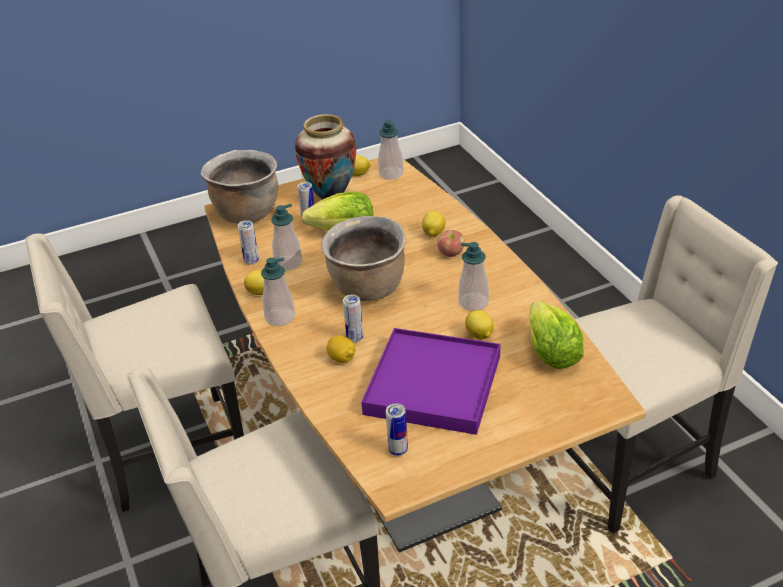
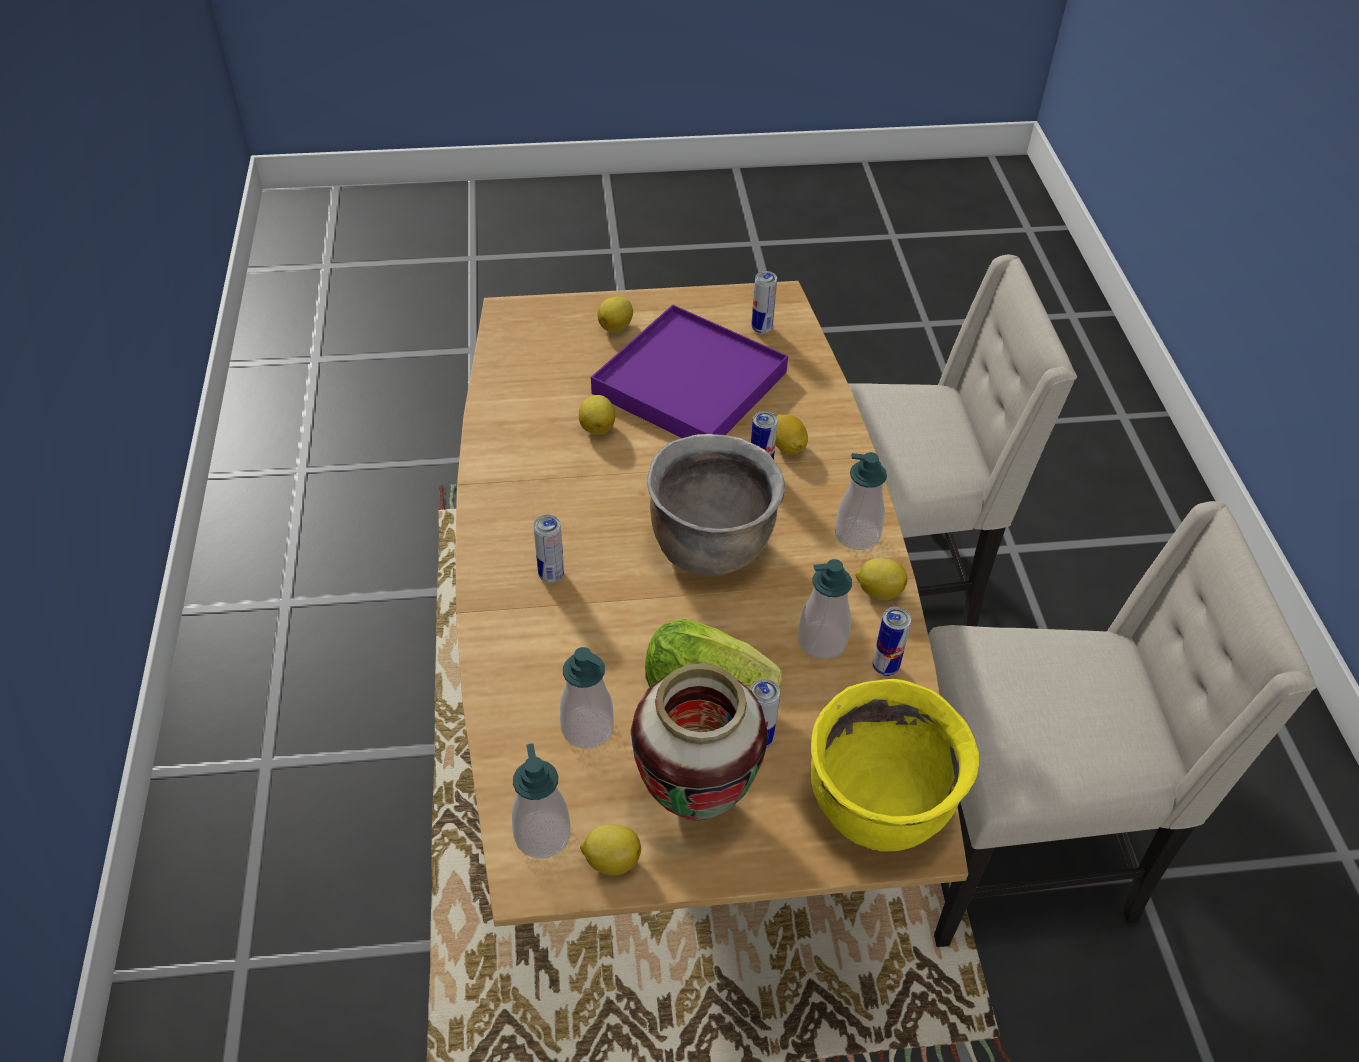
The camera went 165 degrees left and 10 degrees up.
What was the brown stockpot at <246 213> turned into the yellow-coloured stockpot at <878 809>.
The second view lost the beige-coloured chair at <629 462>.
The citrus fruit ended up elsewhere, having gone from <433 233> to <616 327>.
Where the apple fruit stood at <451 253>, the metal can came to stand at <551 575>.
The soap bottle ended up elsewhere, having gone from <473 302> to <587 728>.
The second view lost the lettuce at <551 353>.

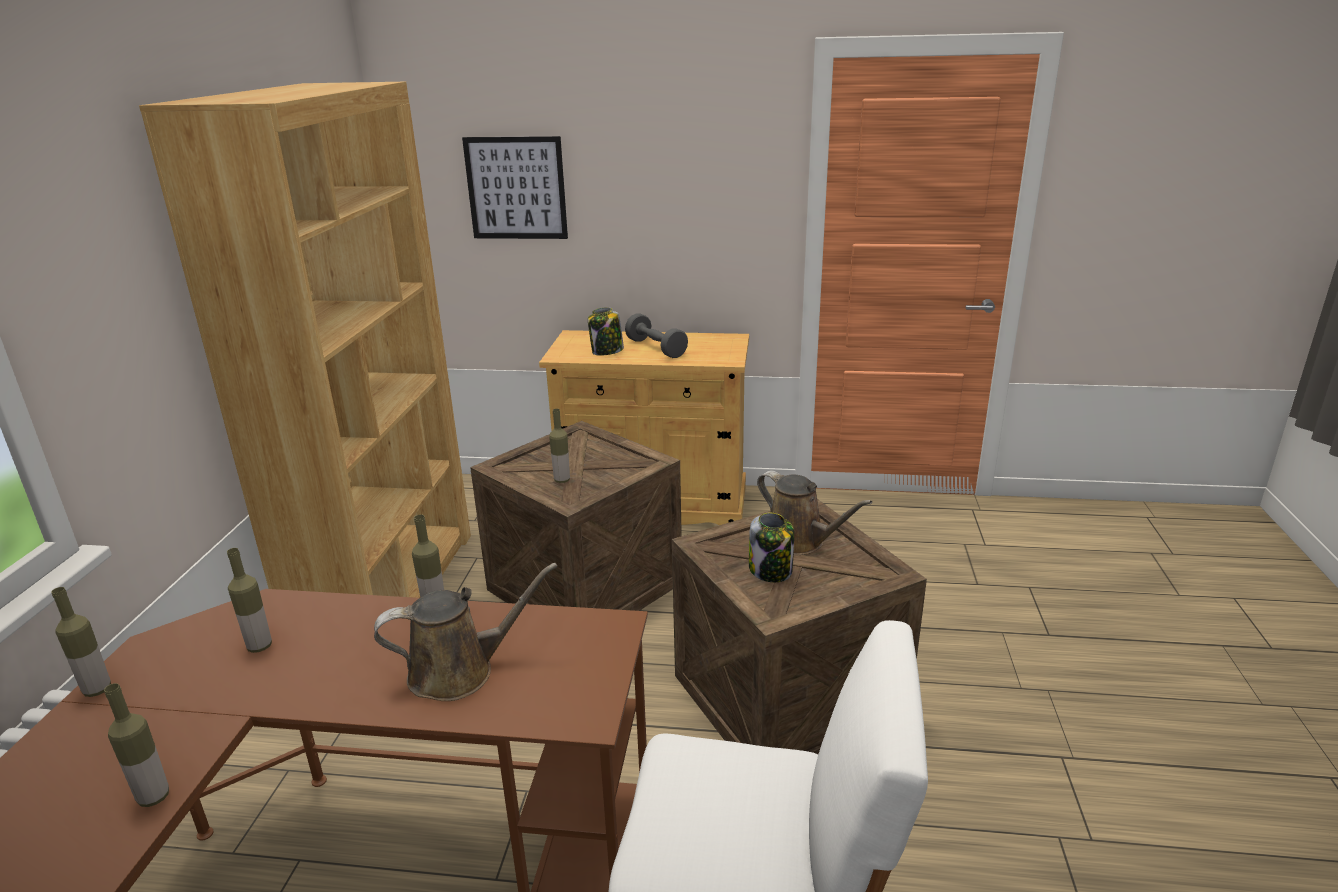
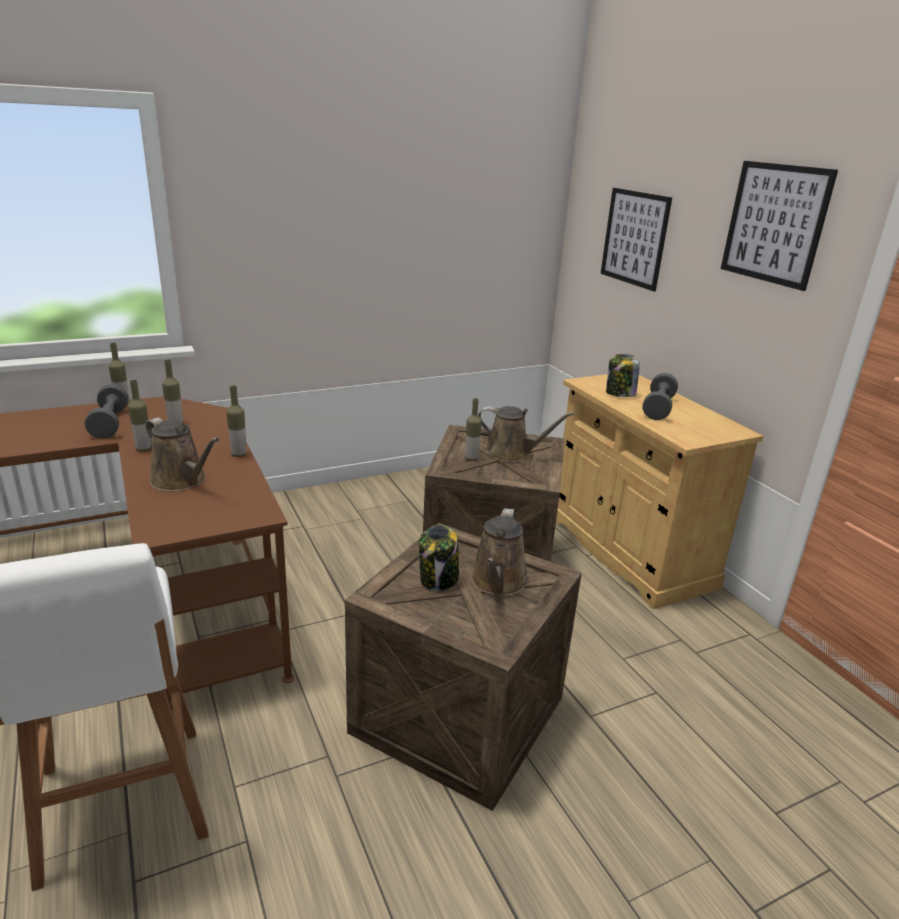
The camera went 55 degrees right and 0 degrees up.
The second view lost the brown shelving unit at <389 590>.
The drink bottle ended up elsewhere, having gone from <153 797> to <143 449>.
The second view gained the wall picture at <774 224>.
The second view gained the greyish free weight at <109 423>.
The second view gained the brown watering pot at <512 454>.

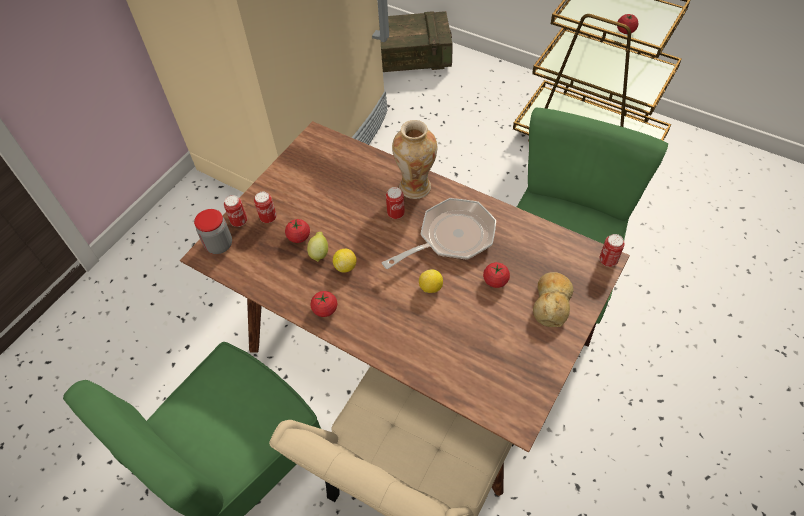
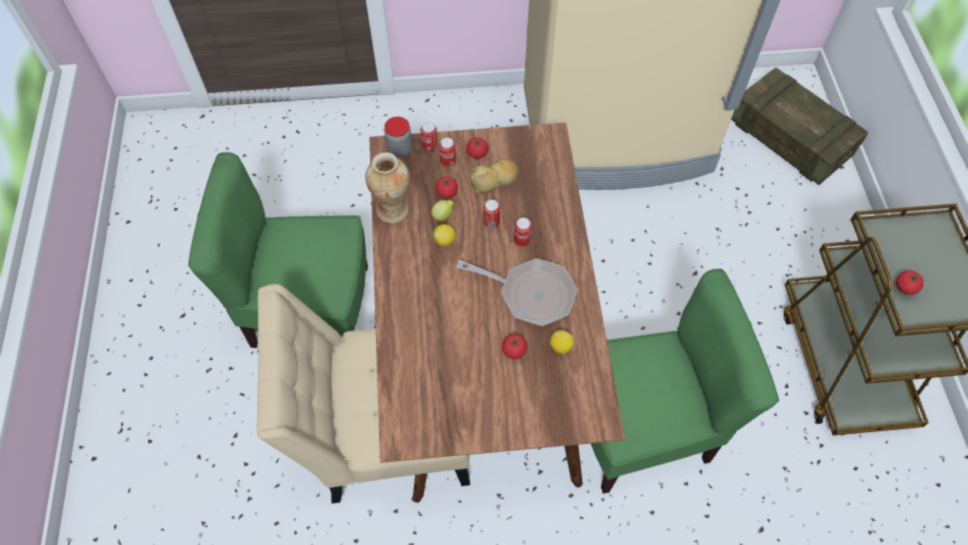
The camera went 50 degrees right and 5 degrees up.
The vase ended up elsewhere, having gone from <415 187> to <392 210>.
The metal can ended up elsewhere, having gone from <608 260> to <491 223>.
The citrus fruit ended up elsewhere, having gone from <430 288> to <560 346>.
The bakery bread ended up elsewhere, having gone from <552 303> to <494 180>.
The fresh tomato ended up elsewhere, having gone from <325 309> to <477 153>.

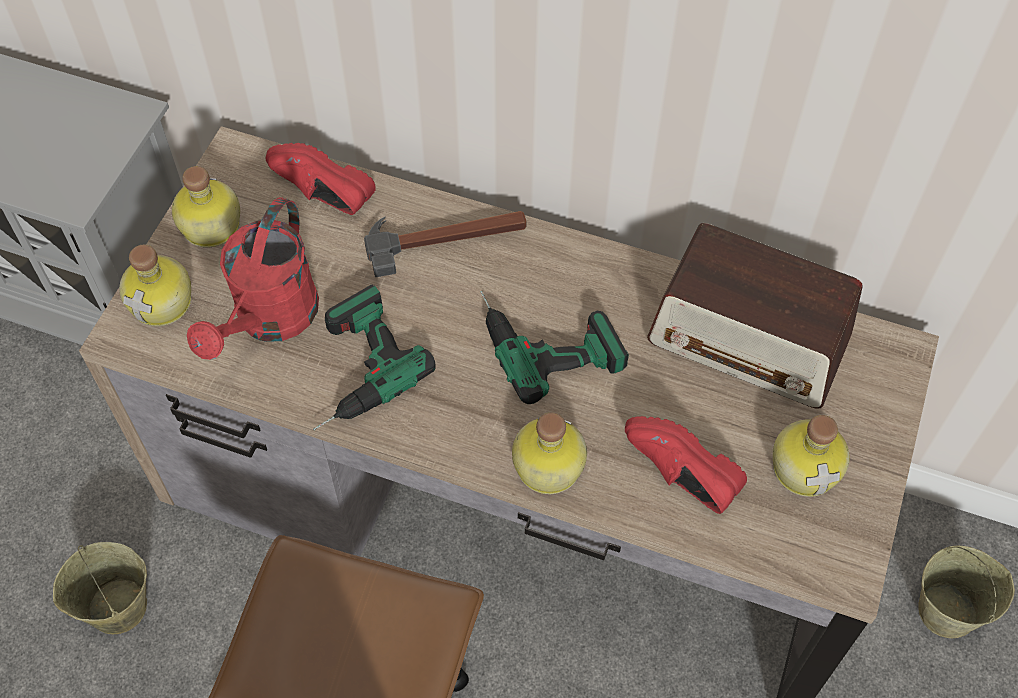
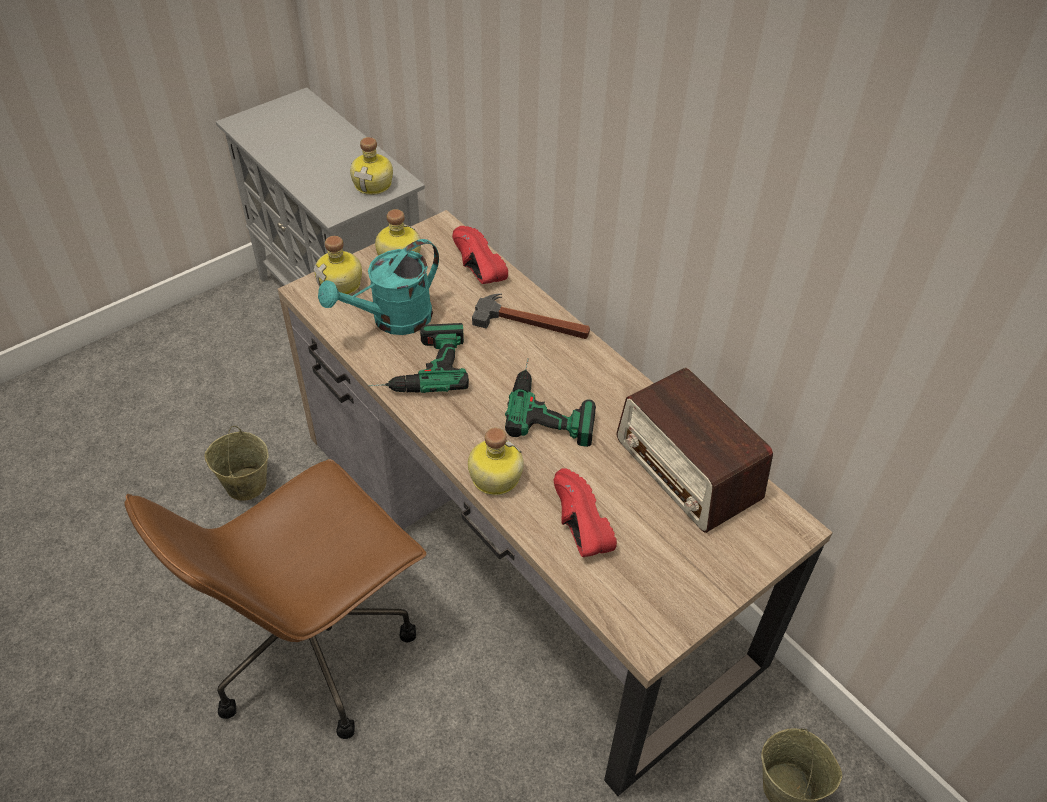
The camera went 30 degrees right and 10 degrees down.
What was the reddish watering pot at <270 321> turned into the turquoise watering pot at <392 320>.
The drink bottle ended up elsewhere, having gone from <806 466> to <374 184>.

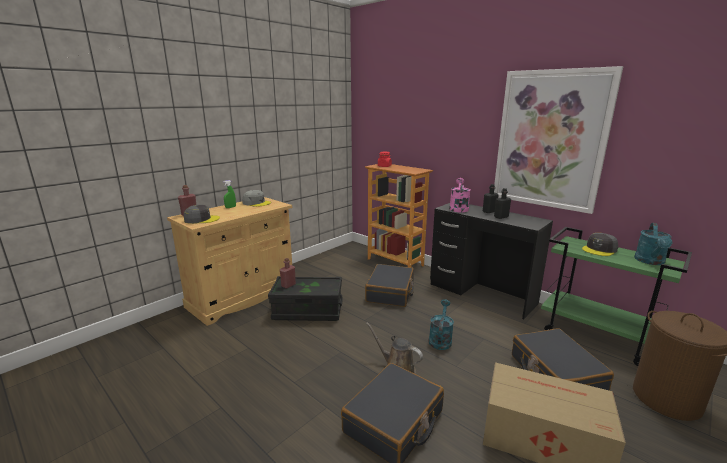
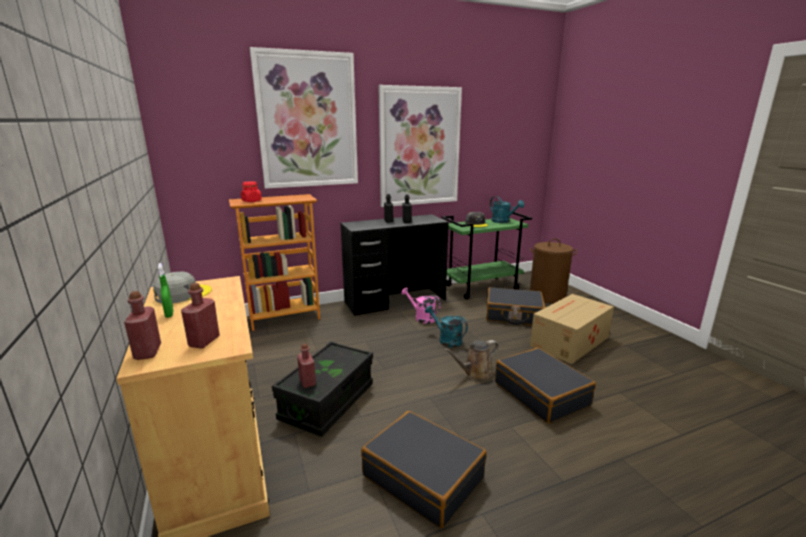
The camera went 65 degrees left and 0 degrees up.
The pink watering pot ended up elsewhere, having gone from <458 208> to <421 318>.
Where the greyish baseball cap stood at <201 219>, the reddish drink bottle came to stand at <204 341>.
The black travel case ended up elsewhere, having gone from <390 292> to <423 476>.
The second view gained the wall picture at <307 121>.

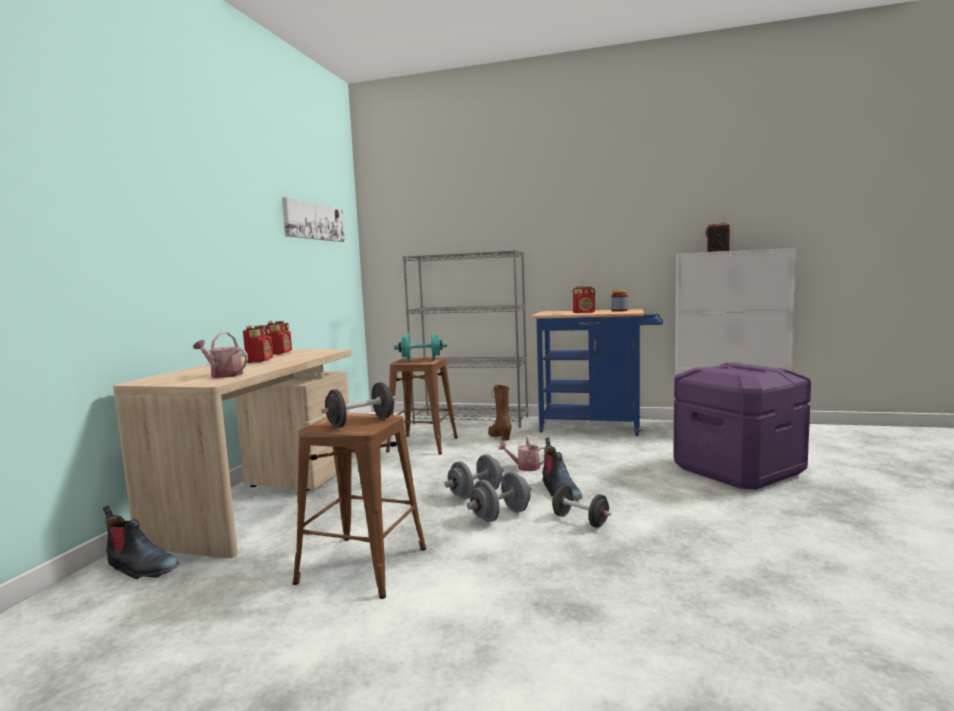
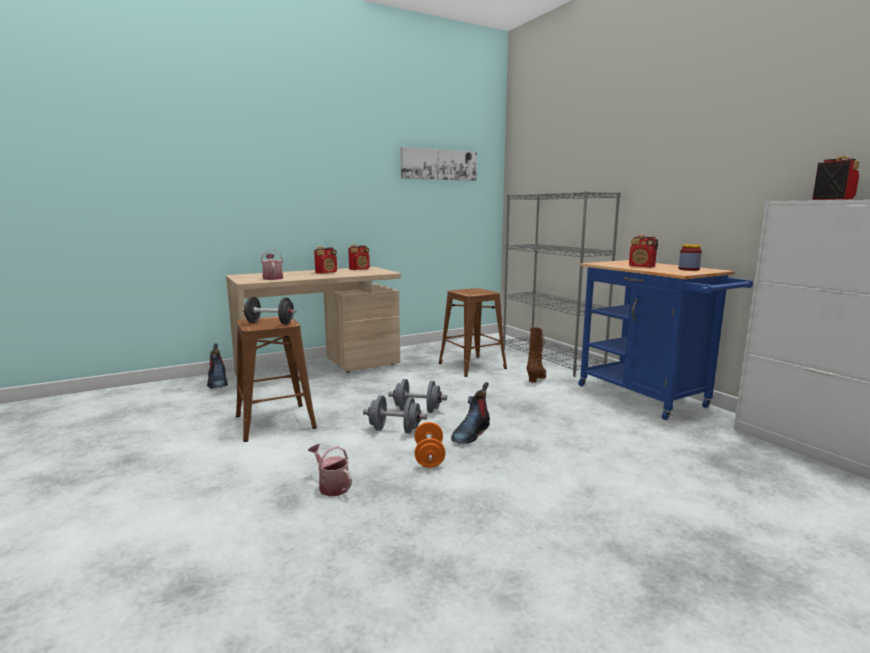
The camera went 45 degrees right and 5 degrees up.
The second view lost the turquoise free weight at <421 360>.
The second view lost the purplish storage bin at <738 470>.
The watering pot ended up elsewhere, having gone from <525 467> to <331 486>.
What was the black free weight at <580 520> turned into the orangey free weight at <429 457>.

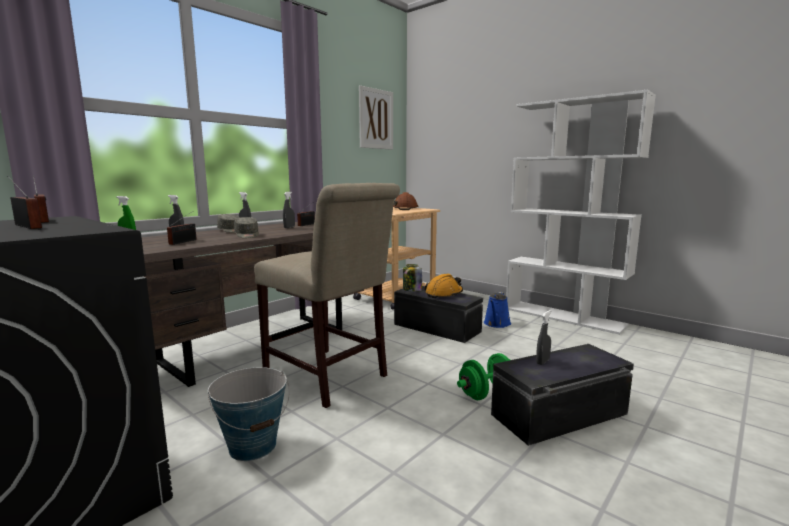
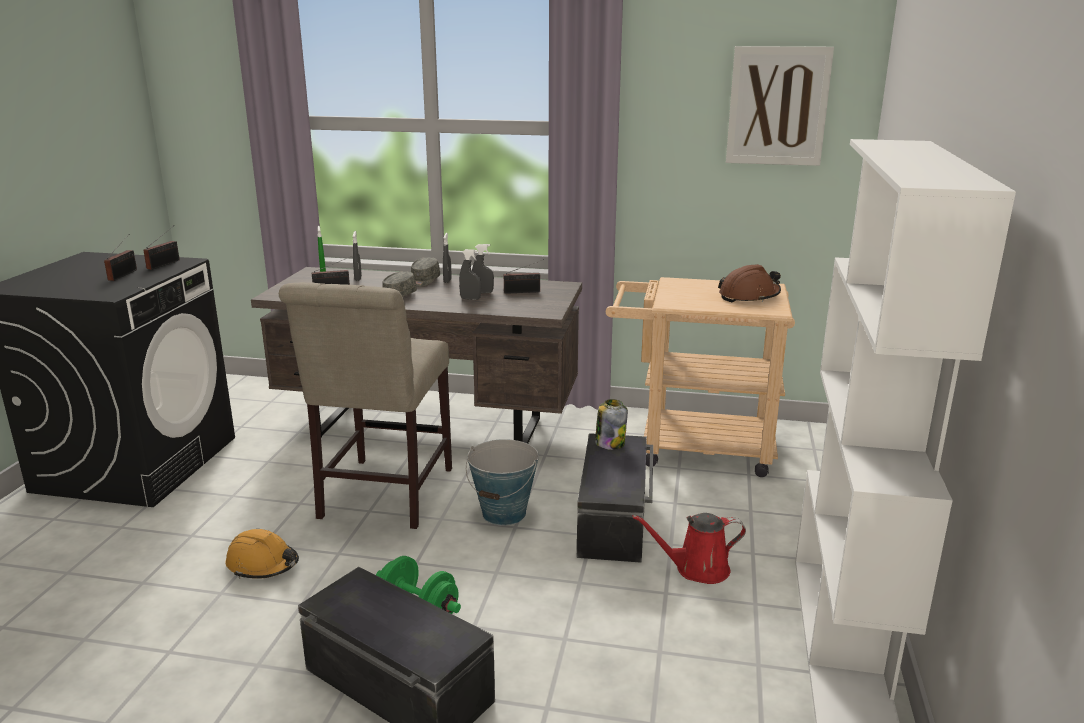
The camera went 60 degrees right and 10 degrees up.
The orangey work helmet ended up elsewhere, having gone from <444 294> to <263 564>.
What was the blue watering pot at <496 324> turned into the reddish watering pot at <697 569>.
The greyish sprayer ended up elsewhere, having gone from <542 362> to <470 299>.
The pail ended up elsewhere, having gone from <253 446> to <504 513>.

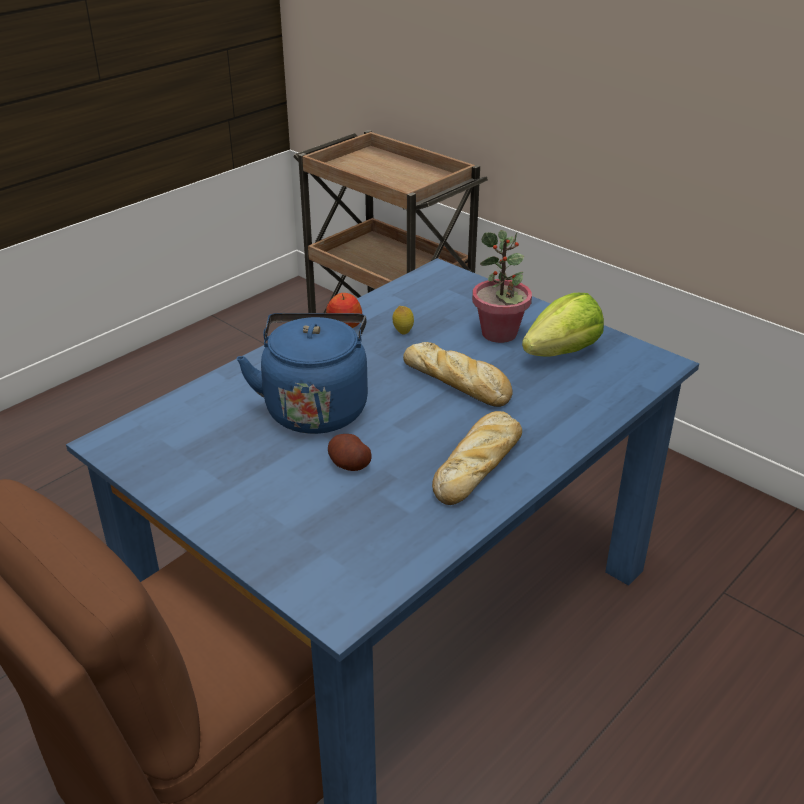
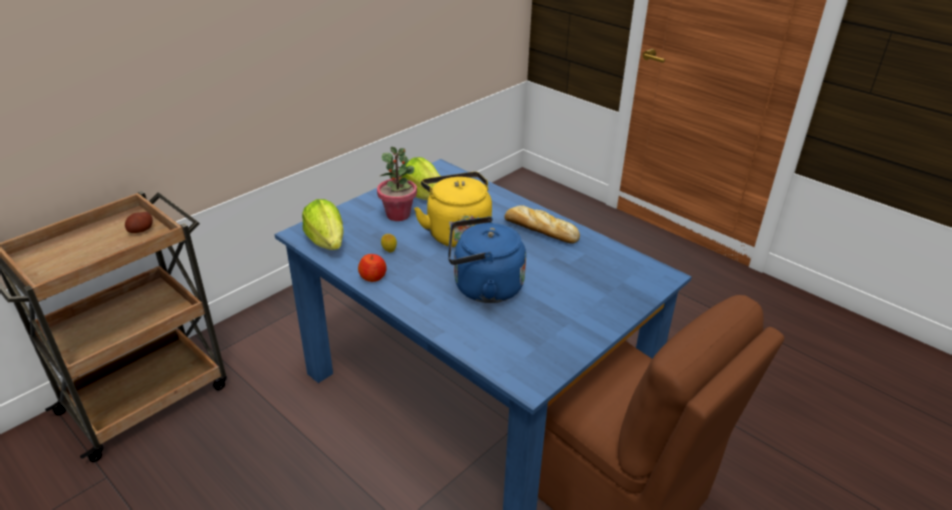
The camera went 90 degrees left and 0 degrees up.
Where the bakery bread stood at <458 383>, the yellow-coloured water kettle came to stand at <456 233>.
The spud ended up elsewhere, having gone from <349 464> to <141 230>.
The second view gained the lettuce at <327 242>.

